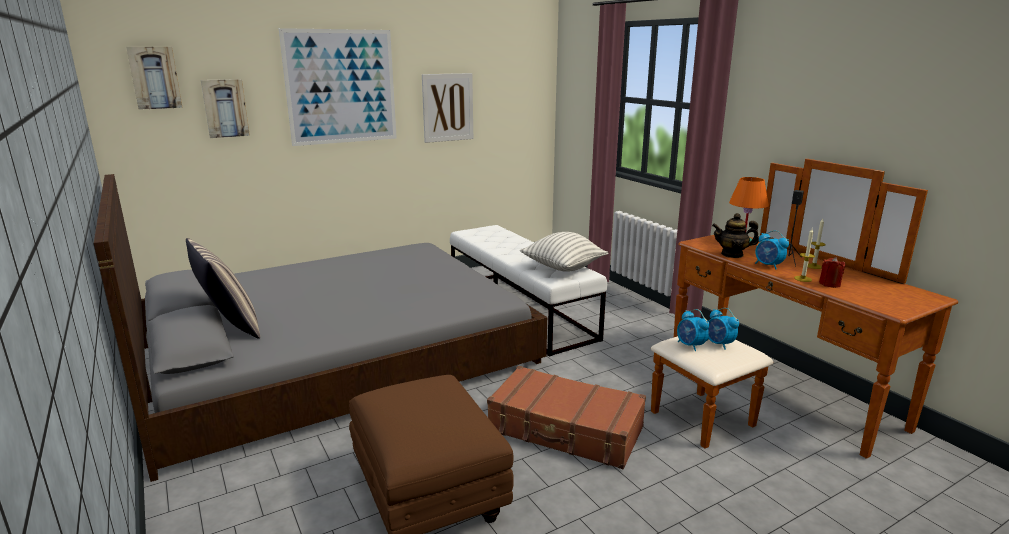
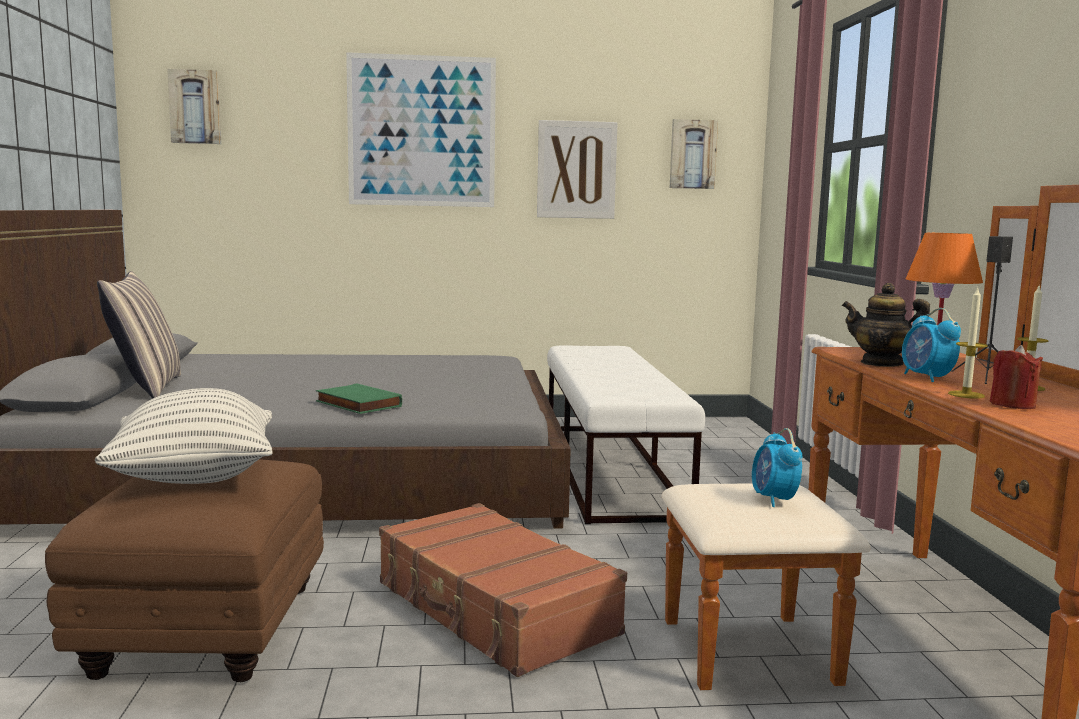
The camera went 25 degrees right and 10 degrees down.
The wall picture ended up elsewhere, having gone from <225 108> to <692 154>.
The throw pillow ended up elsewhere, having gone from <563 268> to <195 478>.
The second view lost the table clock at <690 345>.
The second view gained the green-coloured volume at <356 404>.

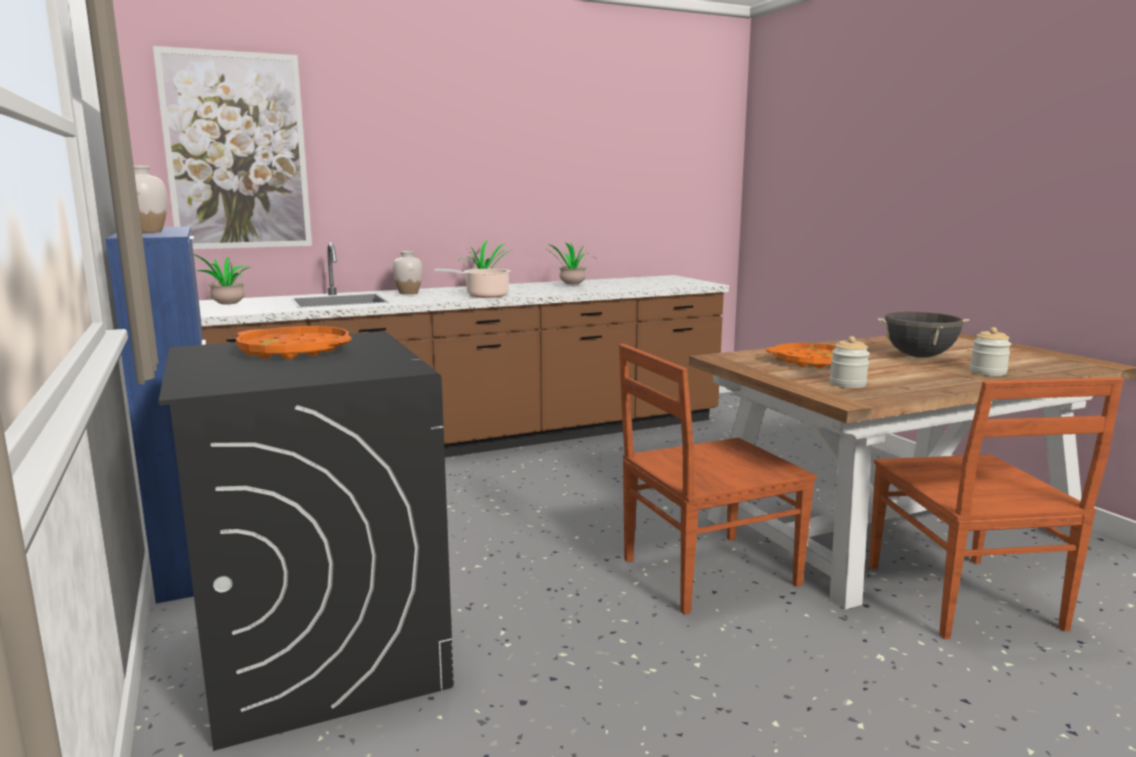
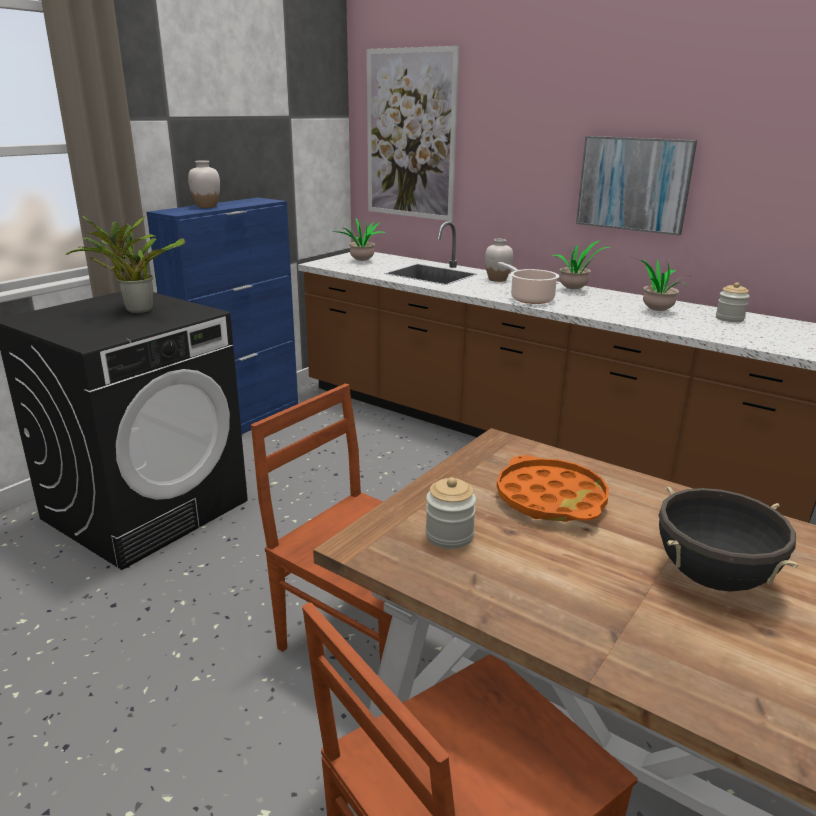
The camera went 60 degrees right and 10 degrees up.
Where the orangey tray stood at <294 351>, the houseplant came to stand at <136 310>.
The storage jar ended up elsewhere, having gone from <988 372> to <729 318>.
The second view gained the wall picture at <634 184>.

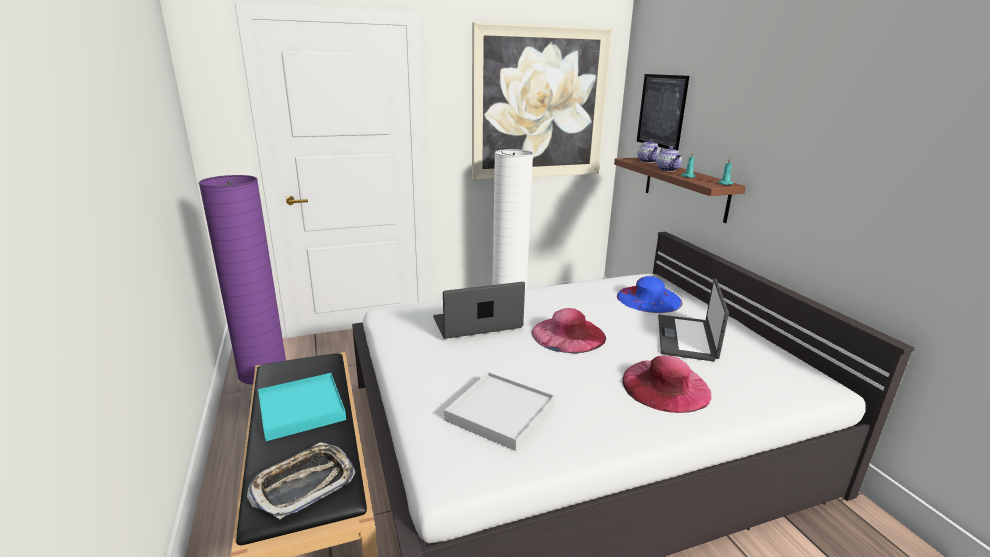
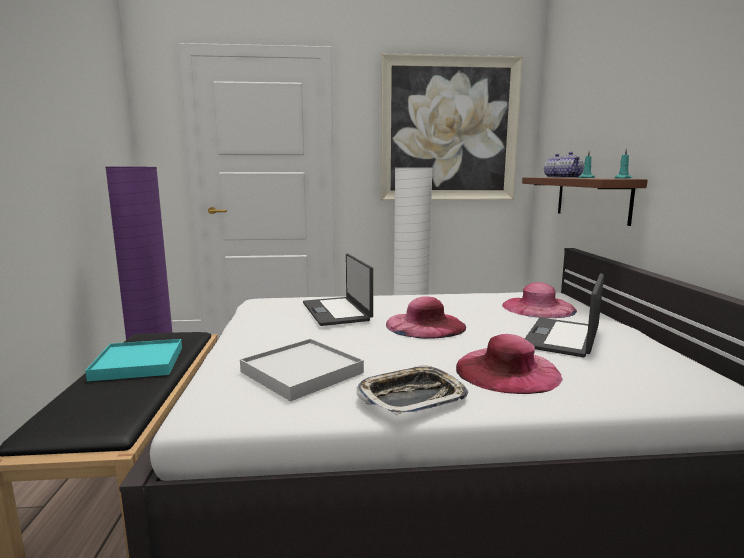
The camera went 15 degrees right and 10 degrees down.
The second view lost the wall picture at <661 111>.
What was the blue hat at <649 299> turned into the pink hat at <538 307>.
The notebook computer at <477 324> ended up facing another way, 105 degrees counterclockwise from before.
The tray ended up elsewhere, having gone from <304 484> to <411 397>.

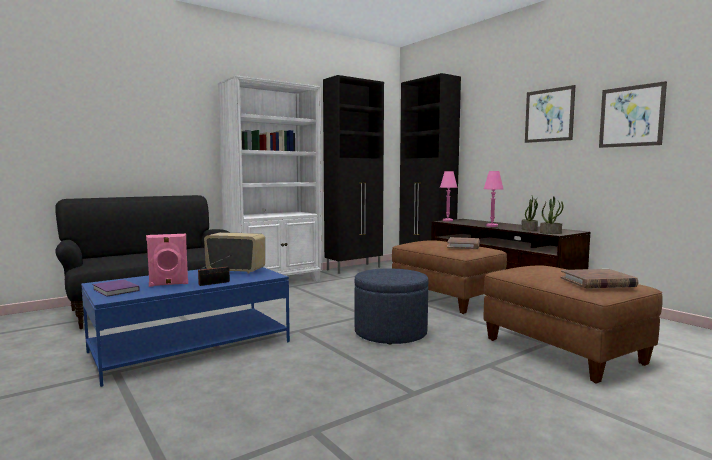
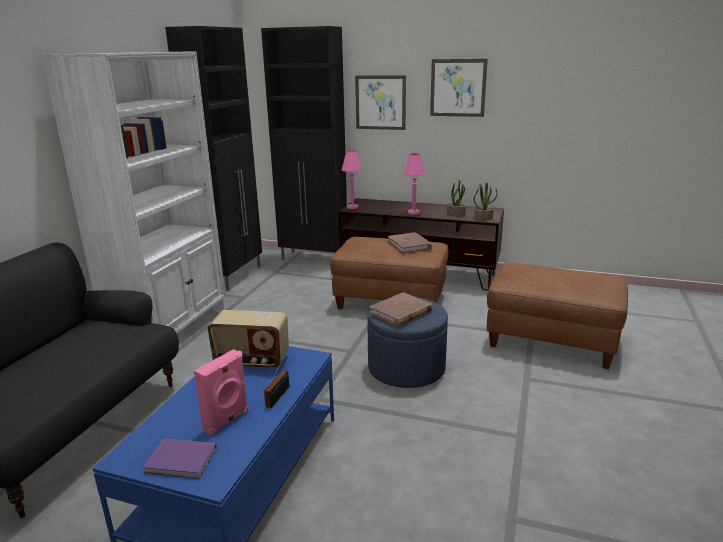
The camera went 35 degrees left and 15 degrees up.
The wall picture ended up elsewhere, having gone from <631 116> to <380 102>.
The radio receiver at <236 270> ended up facing another way, 150 degrees counterclockwise from before.
The brown volume ended up elsewhere, having gone from <598 282> to <401 312>.

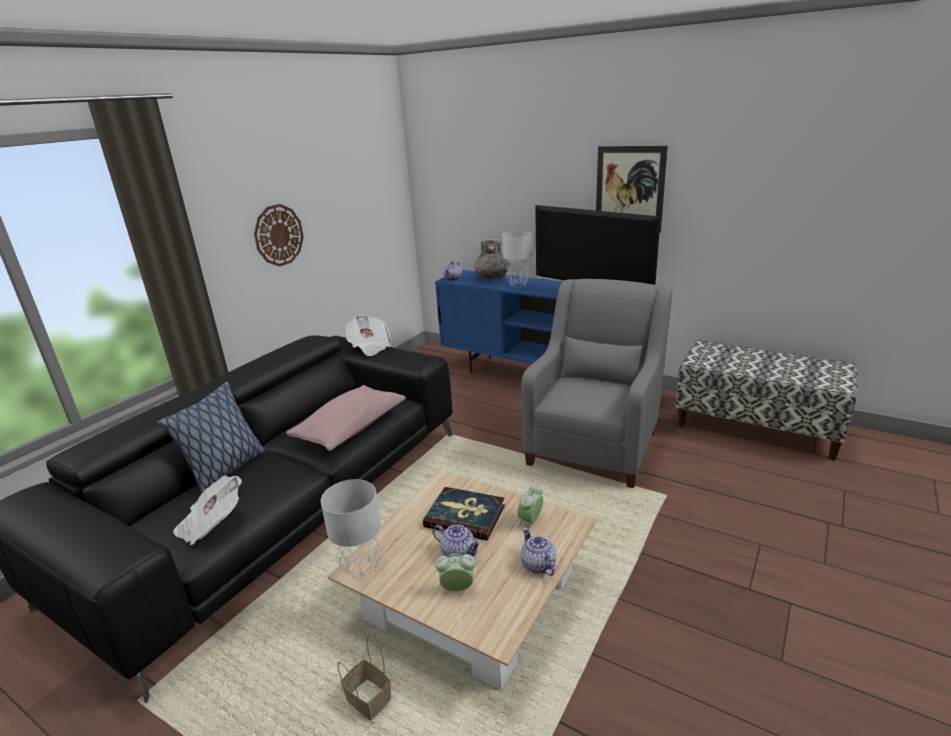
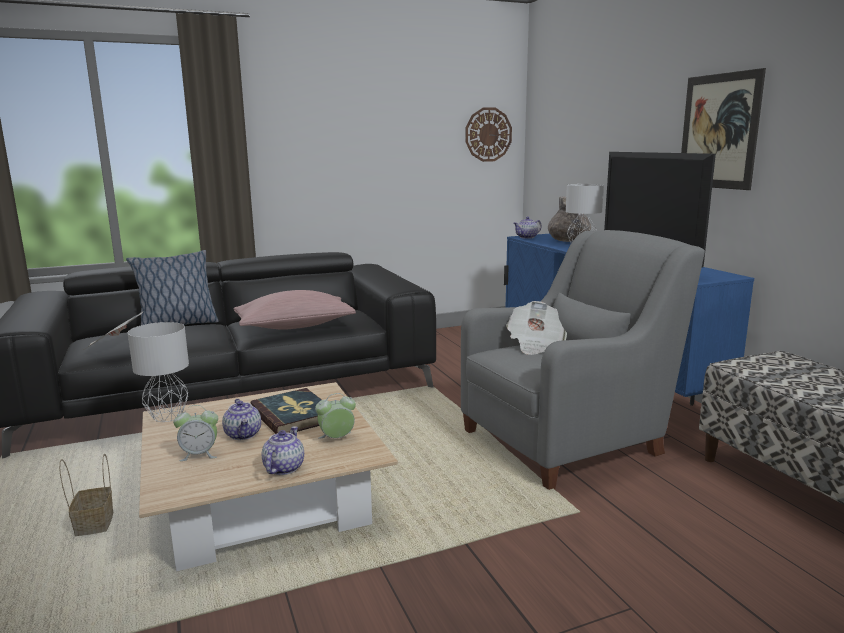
The camera went 35 degrees right and 10 degrees down.
The clock on the wall ended up elsewhere, having gone from <278 235> to <488 134>.
The newspaper ended up elsewhere, having gone from <370 347> to <536 345>.
The table clock at <457 589> ended up facing another way, 135 degrees clockwise from before.

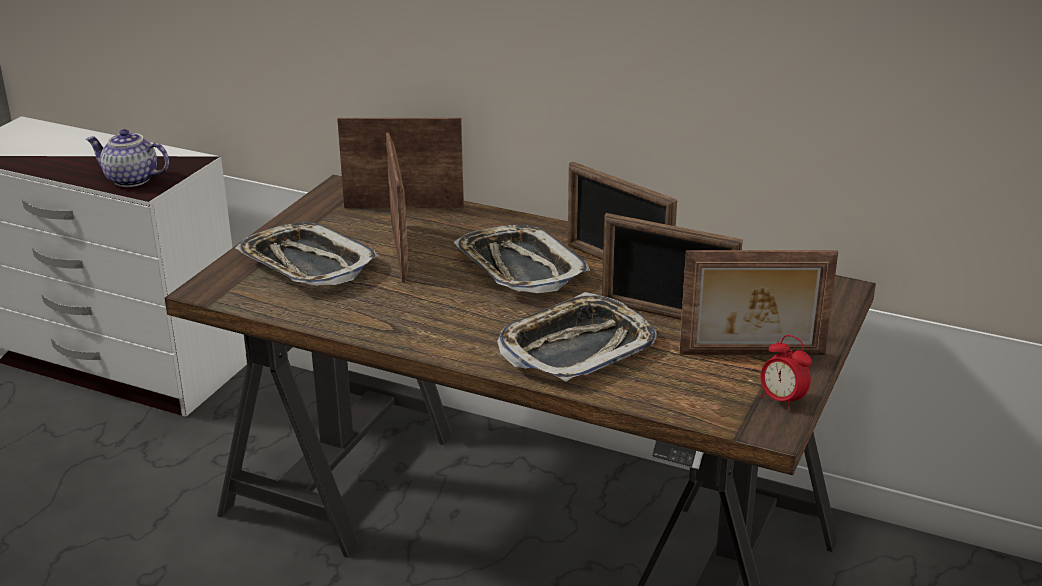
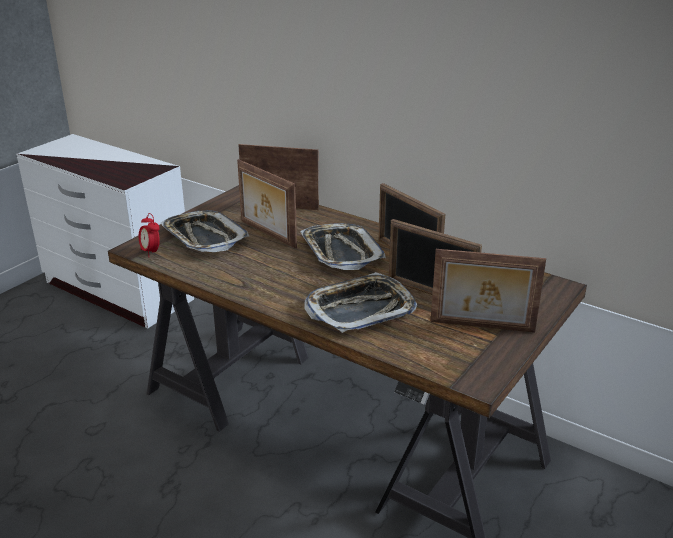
The camera went 10 degrees right and 0 degrees up.
The second view lost the pot for tea at <130 180>.
The photo frame at <400 251> ended up facing another way, 135 degrees clockwise from before.
The table clock ended up elsewhere, having gone from <782 400> to <151 252>.

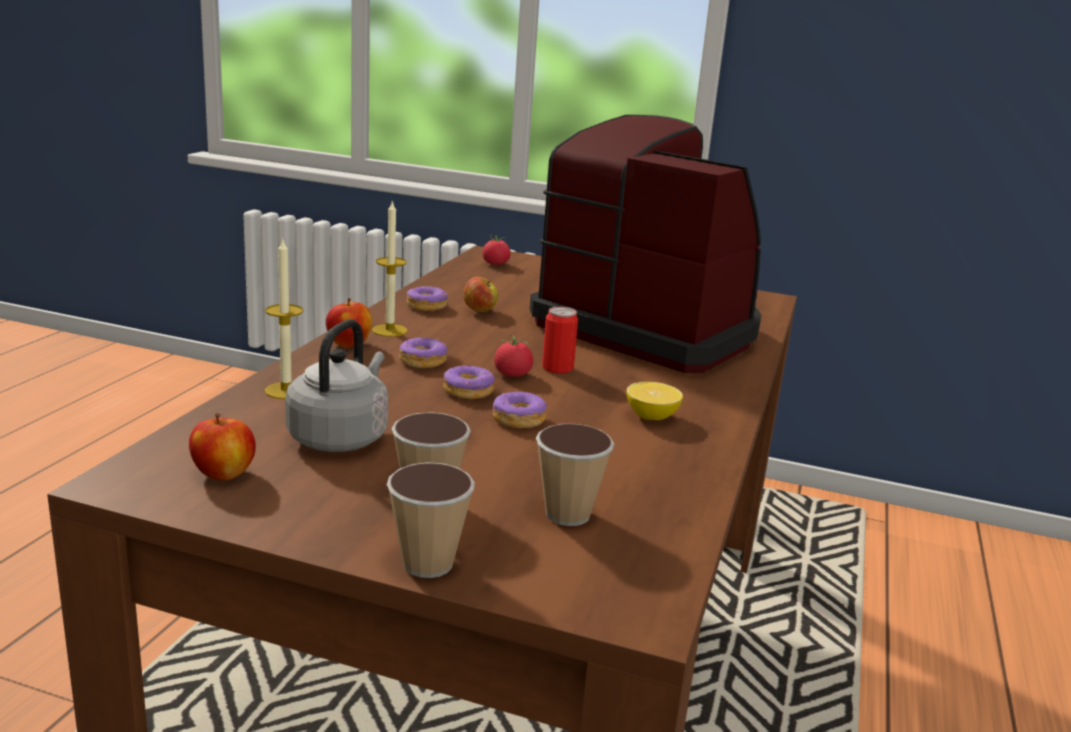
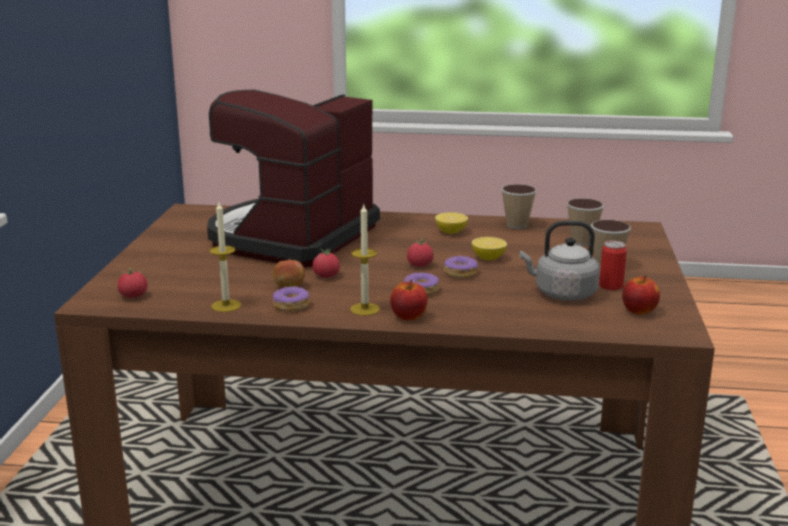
The camera went 100 degrees left and 0 degrees up.
The wax light ended up elsewhere, having gone from <286 390> to <226 306>.
The metal can ended up elsewhere, having gone from <557 368> to <611 286>.
Where the donut stood at <518 419>, the citrus fruit came to stand at <488 258>.
The cup ended up elsewhere, having gone from <428 564> to <517 225>.
The second view gained the fresh tomato at <326 276>.

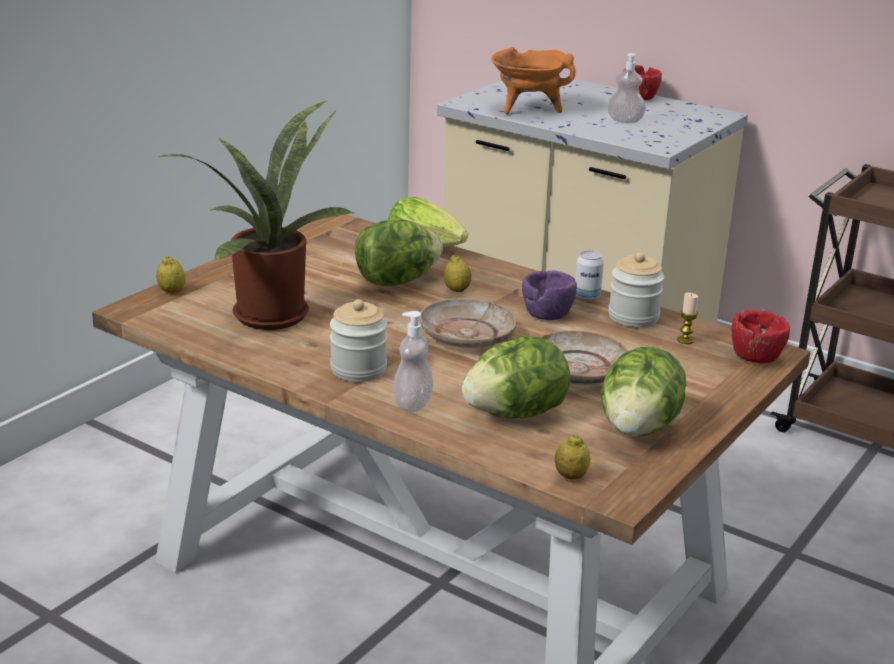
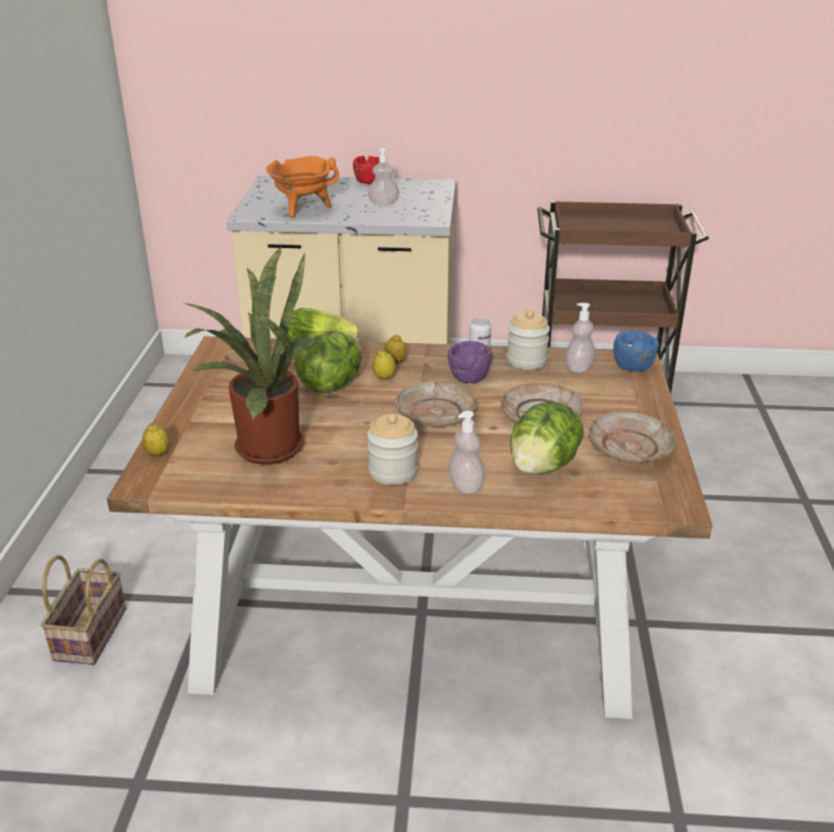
The camera went 30 degrees left and 5 degrees up.
Where the wax light stood at <685 340>, the soap bottle came to stand at <578 368>.
What was the reddish bowl at <756 357> turned into the blue bowl at <633 366>.
Where the lettuce stood at <638 428>, the beige-coloured plate came to stand at <630 448>.
The citrus fruit ended up elsewhere, having gone from <570 476> to <395 362>.
The second view gained the household basket at <90 632>.

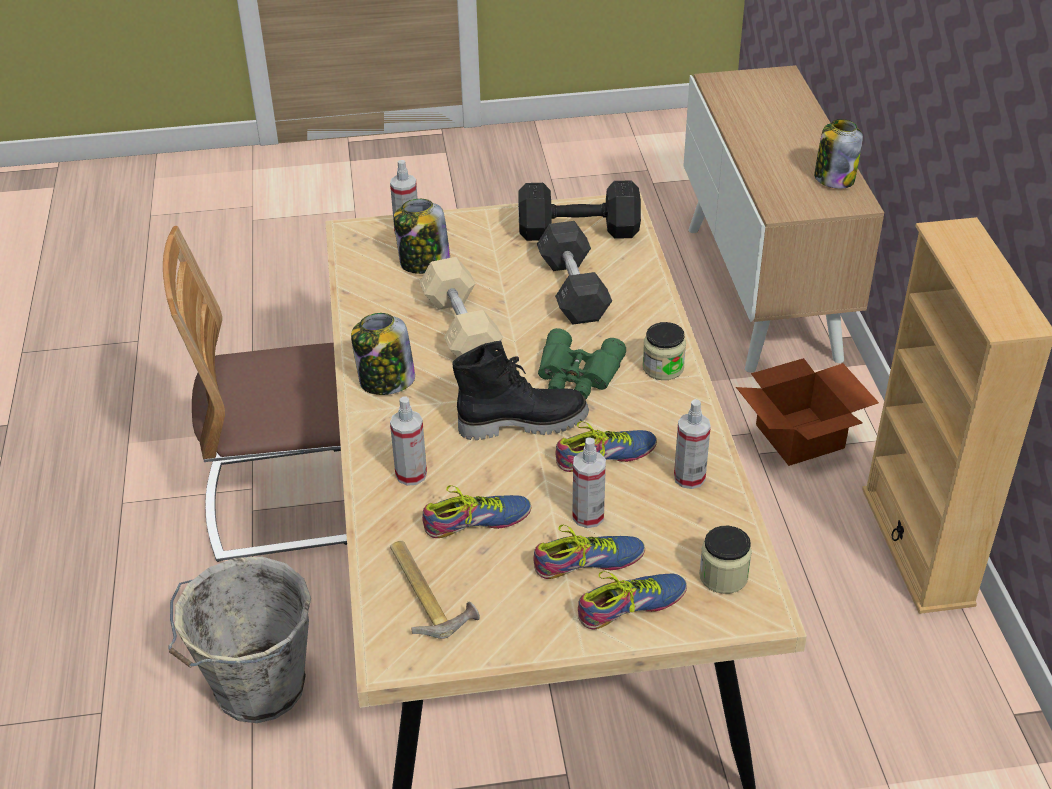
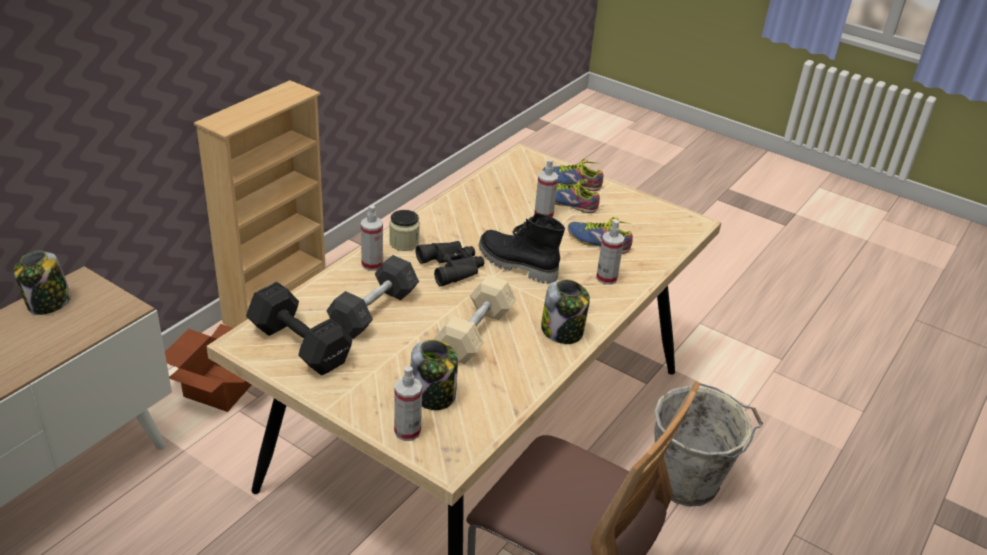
The camera went 140 degrees left and 5 degrees down.
What was the green-coloured pair of binoculars at <577 375> turned into the black pair of binoculars at <453 267>.
The sprayer ended up elsewhere, having gone from <689 477> to <372 264>.
The second view lost the item of footwear at <607 458>.
The second view lost the storage jar at <723 576>.
The second view lost the hammer at <427 592>.

